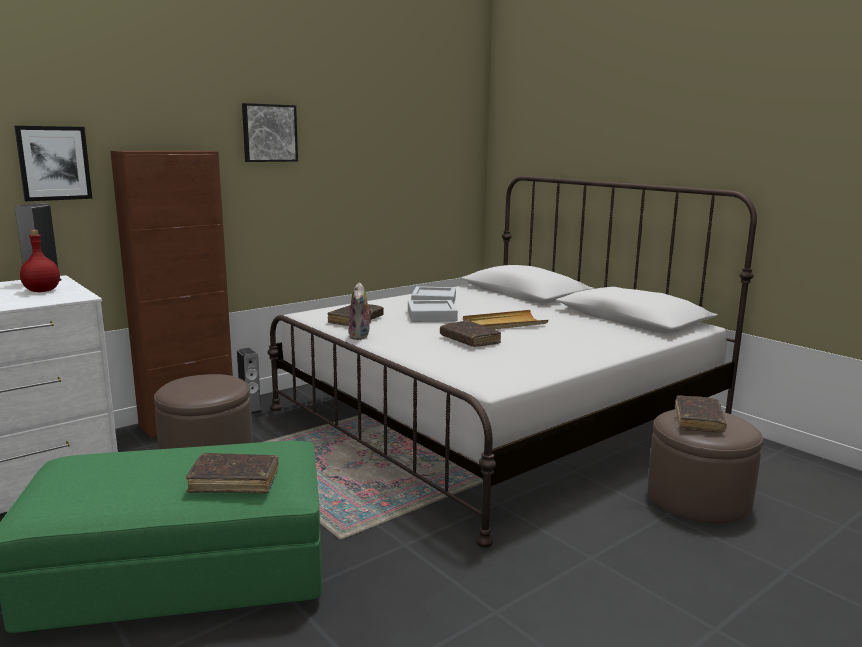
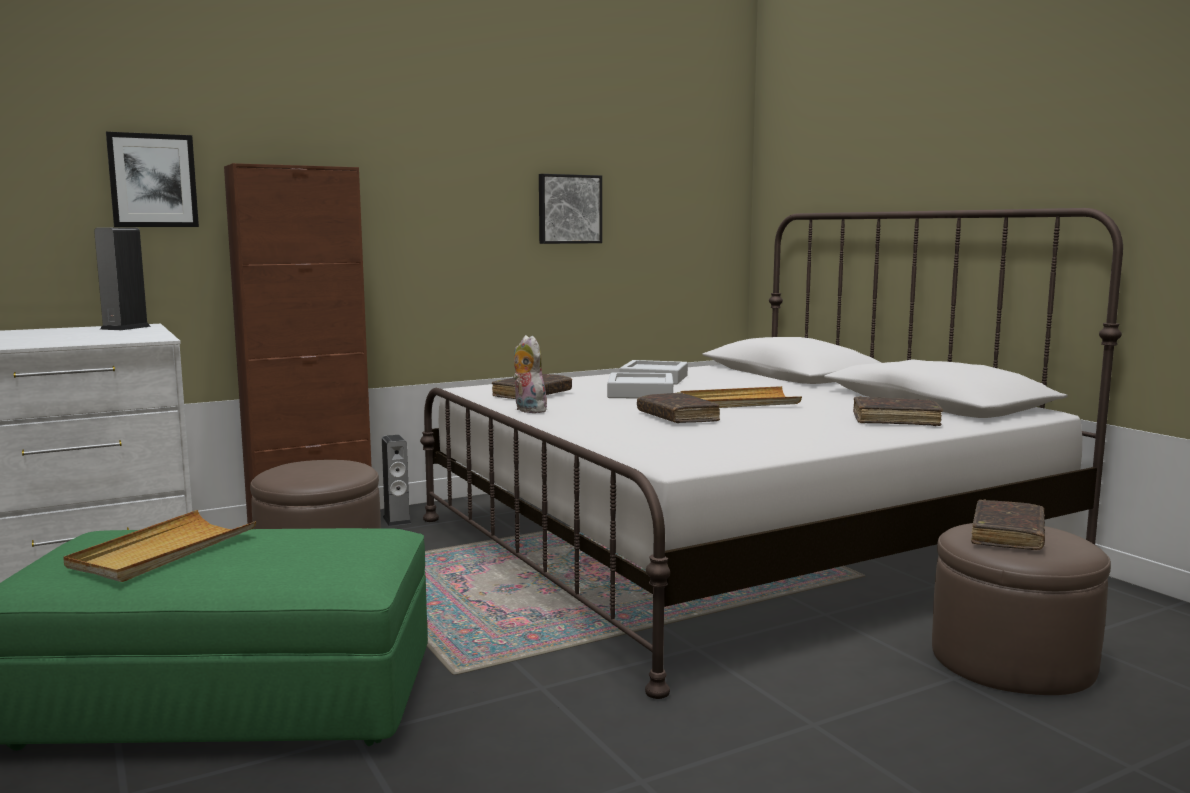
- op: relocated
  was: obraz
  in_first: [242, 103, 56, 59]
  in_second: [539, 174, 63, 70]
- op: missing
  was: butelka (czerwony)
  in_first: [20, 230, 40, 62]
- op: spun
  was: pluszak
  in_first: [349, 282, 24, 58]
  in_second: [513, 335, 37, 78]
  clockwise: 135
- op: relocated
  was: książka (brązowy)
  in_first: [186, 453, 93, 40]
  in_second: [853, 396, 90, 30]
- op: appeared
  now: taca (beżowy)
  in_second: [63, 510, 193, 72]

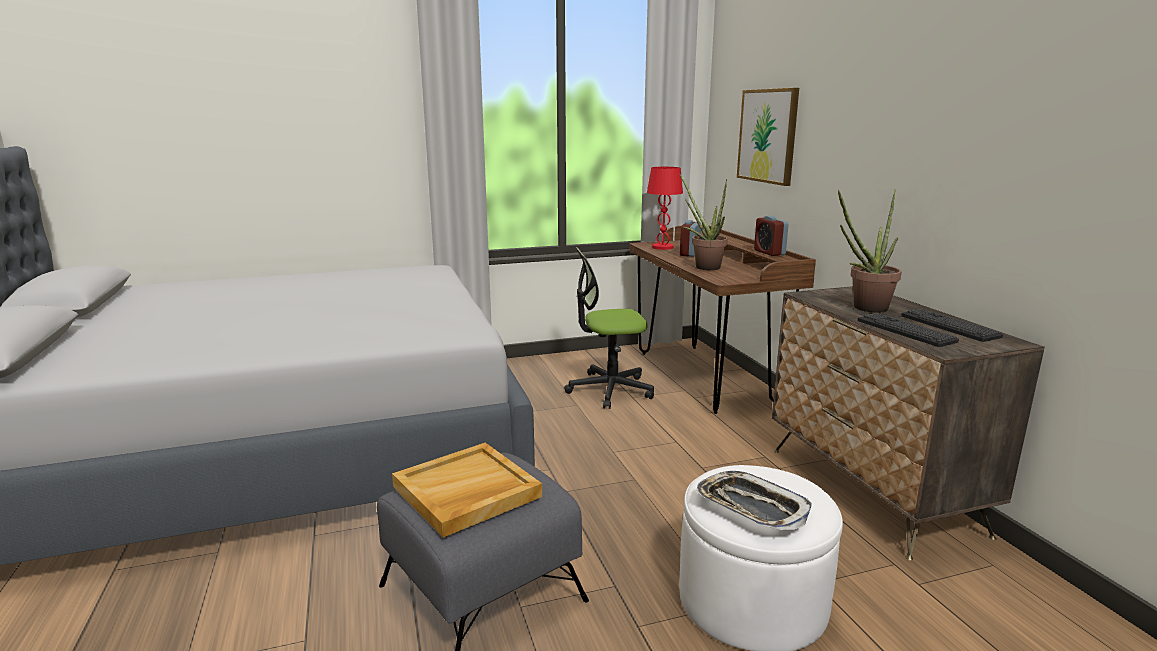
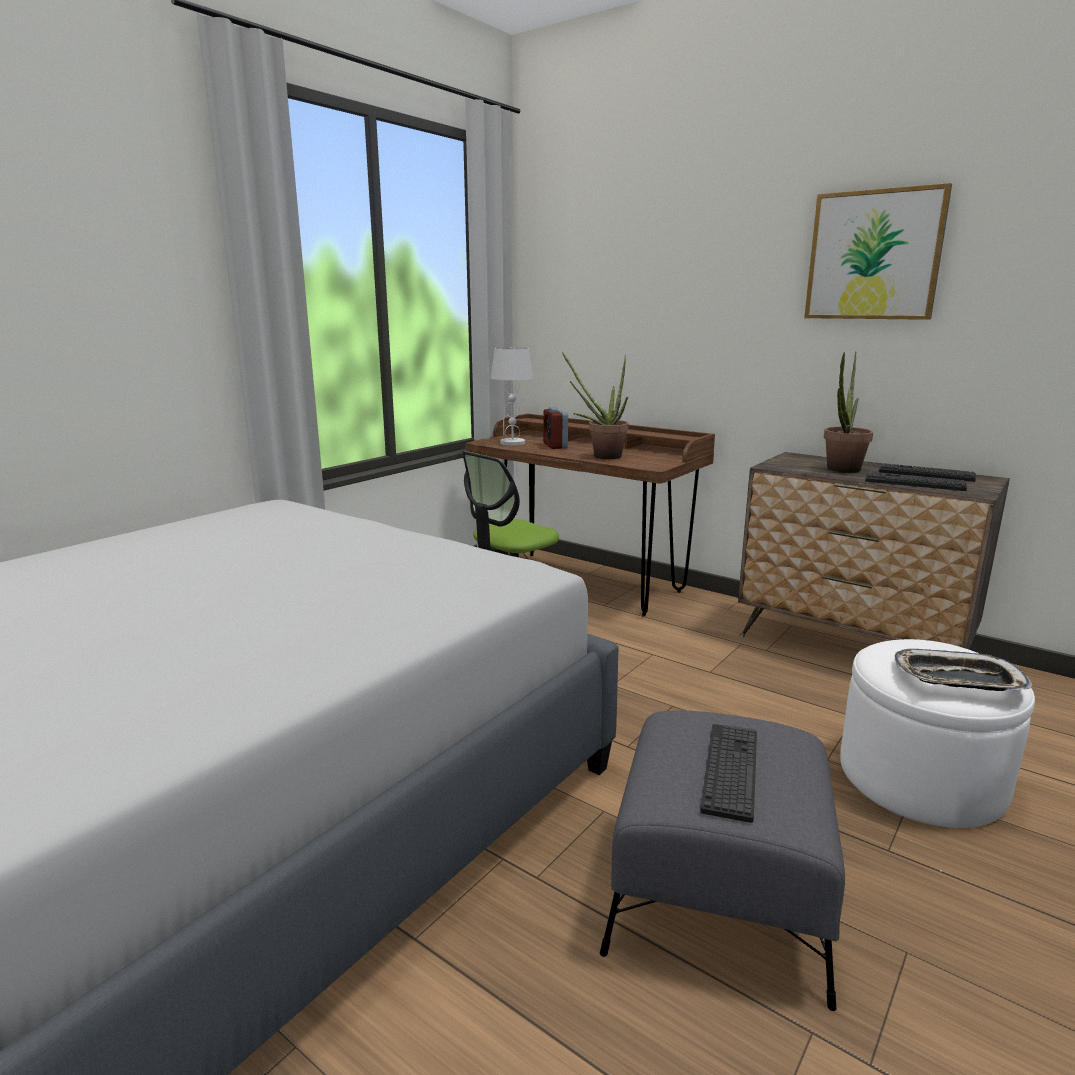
- op: relocated
  was: obraz
  in_first: [737, 88, 62, 98]
  in_second: [804, 183, 148, 137]
- op: colour
  was: lampa stołowa (czerwony)
  now: lampa stołowa (biały)
  in_first: [647, 167, 36, 83]
  in_second: [491, 347, 42, 99]
- op: missing
  was: budzik
  in_first: [754, 216, 35, 40]
- op: exchanged
  was: taca (beżowy)
  now: klawiatura
  in_first: [392, 443, 150, 95]
  in_second: [700, 724, 57, 99]

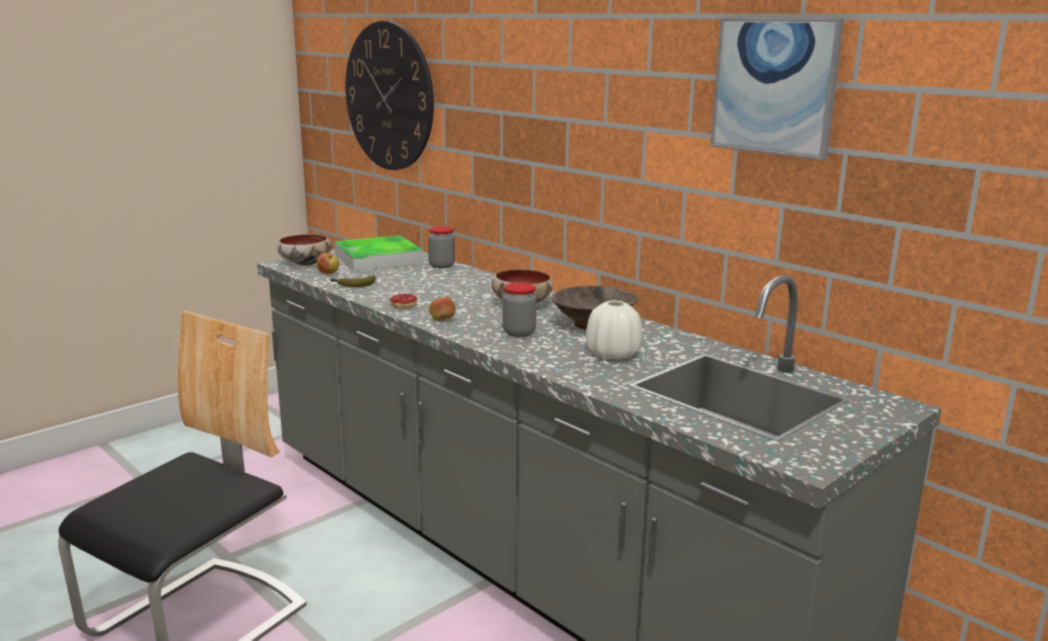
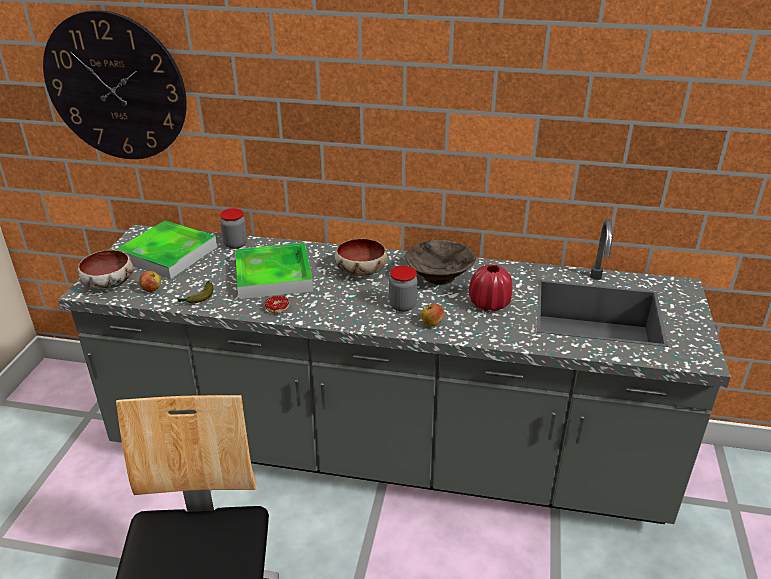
- op: missing
  was: obraz
  in_first: [711, 18, 133, 142]
- op: relocated
  was: jabłko
  in_first: [429, 296, 26, 25]
  in_second: [421, 303, 23, 24]
- op: colour
  was: wazon (biały)
  now: wazon (czerwony)
  in_first: [586, 300, 56, 60]
  in_second: [469, 264, 44, 47]
- op: appeared
  now: taca
  in_second: [235, 243, 78, 56]

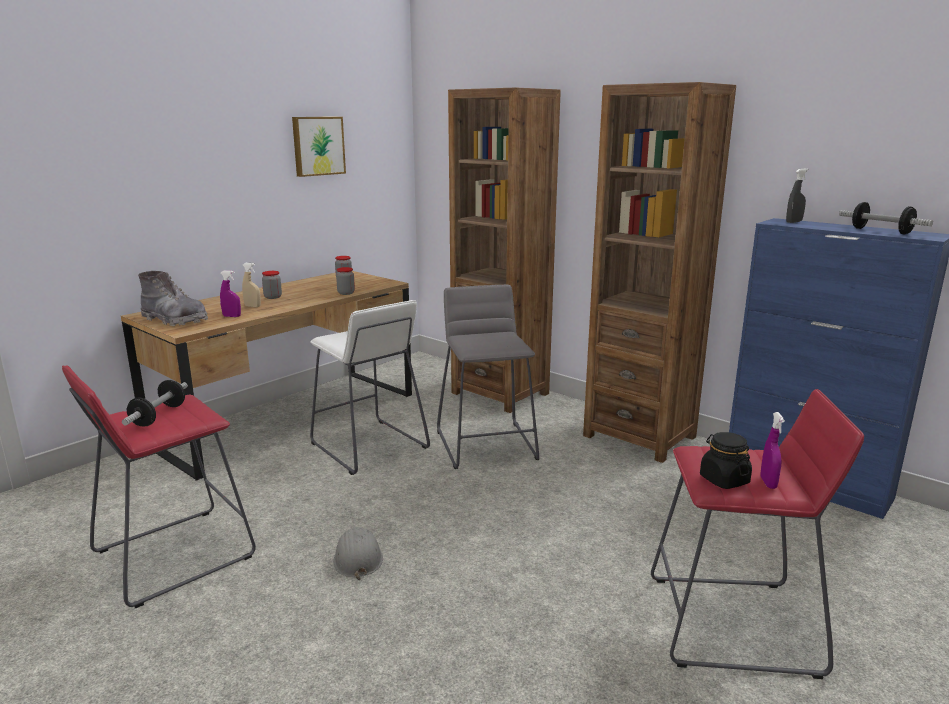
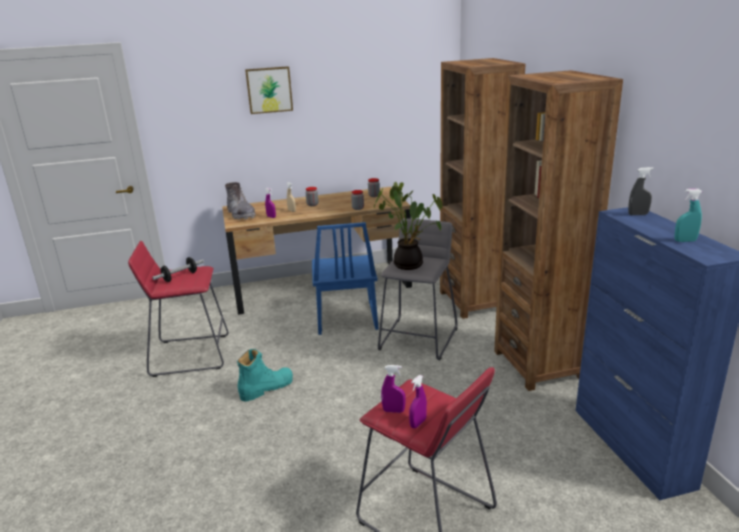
- op: relocated
  was: obraz
  in_first: [292, 117, 54, 60]
  in_second: [245, 66, 48, 48]
- op: exchanged
  was: hantel
  now: spryskiwacz (turkusowy)
  in_first: [839, 202, 94, 33]
  in_second: [675, 189, 27, 53]
- op: exchanged
  was: stołek (biały)
  now: krzesło (niebieski)
  in_first: [310, 300, 120, 175]
  in_second: [312, 222, 67, 113]
- op: exchanged
  was: słoik (czarny)
  now: spryskiwacz (fioletowy)
  in_first: [700, 432, 52, 57]
  in_second: [381, 365, 24, 48]
- op: exchanged
  was: kask (szary)
  now: but z cholewką (turkusowy)
  in_first: [334, 527, 49, 53]
  in_second: [237, 349, 56, 53]
- op: appeared
  now: roślina doniczkowa
  in_second: [374, 182, 68, 88]

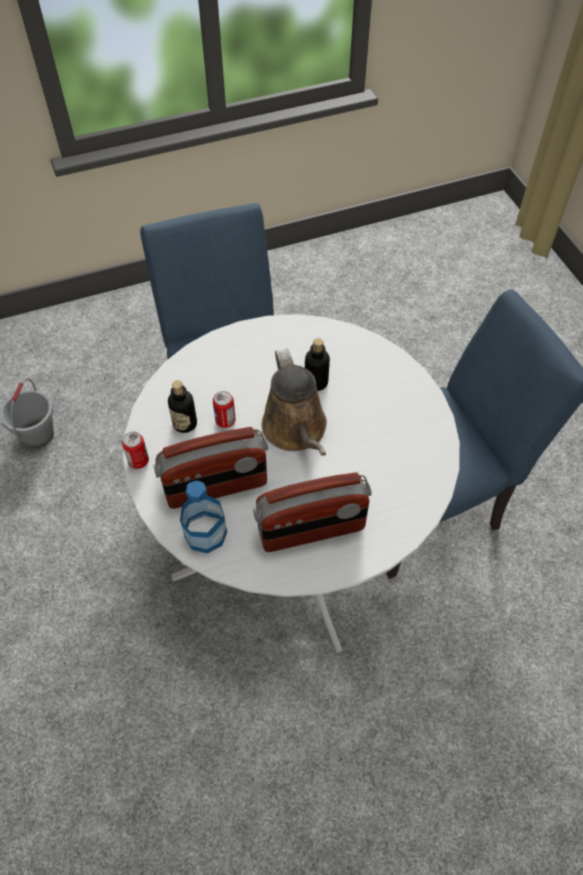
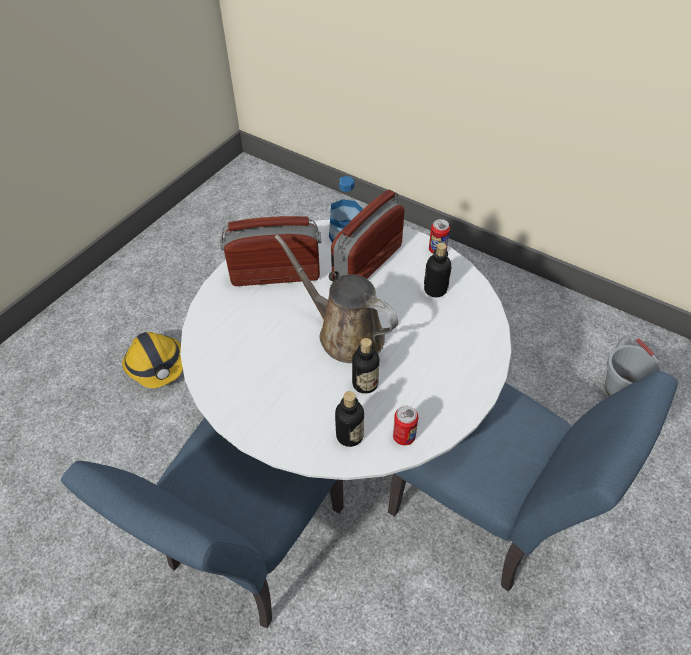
- op: relocated
  was: puszka
  in_first: [213, 391, 23, 37]
  in_second: [393, 406, 25, 40]
- op: spun
  was: radio
  in_first: [253, 472, 118, 80]
  in_second: [220, 216, 101, 70]
  clockwise: 45
- op: appeared
  now: kask
  in_second: [122, 332, 61, 56]
- op: appeared
  now: butelka
  in_second: [335, 391, 29, 56]

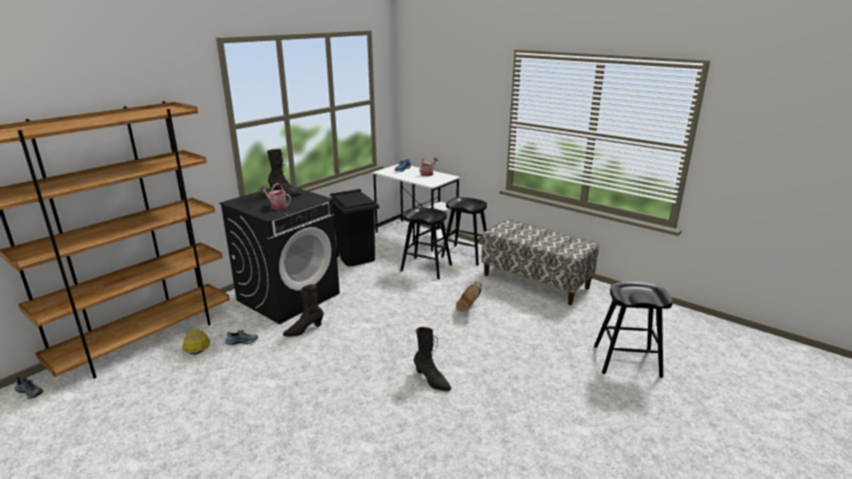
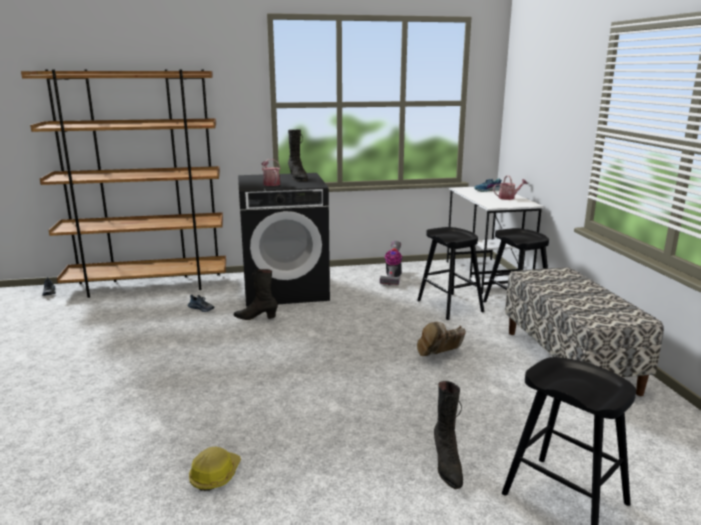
- op: exchanged
  was: kosz na śmieci (czarny)
  now: odkurzacz
  in_first: [330, 189, 49, 77]
  in_second: [380, 241, 22, 44]
- op: relocated
  was: but z cholewką (czarny)
  in_first: [414, 327, 37, 64]
  in_second: [434, 381, 29, 108]
- op: relocated
  was: kask
  in_first: [182, 330, 28, 24]
  in_second: [189, 447, 52, 44]

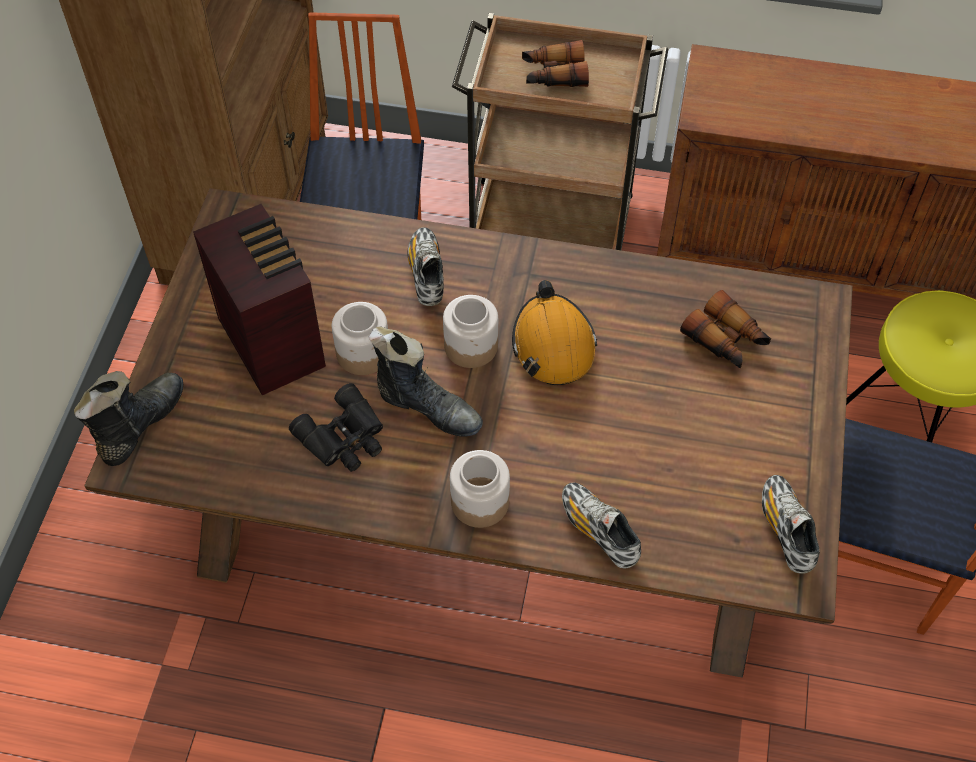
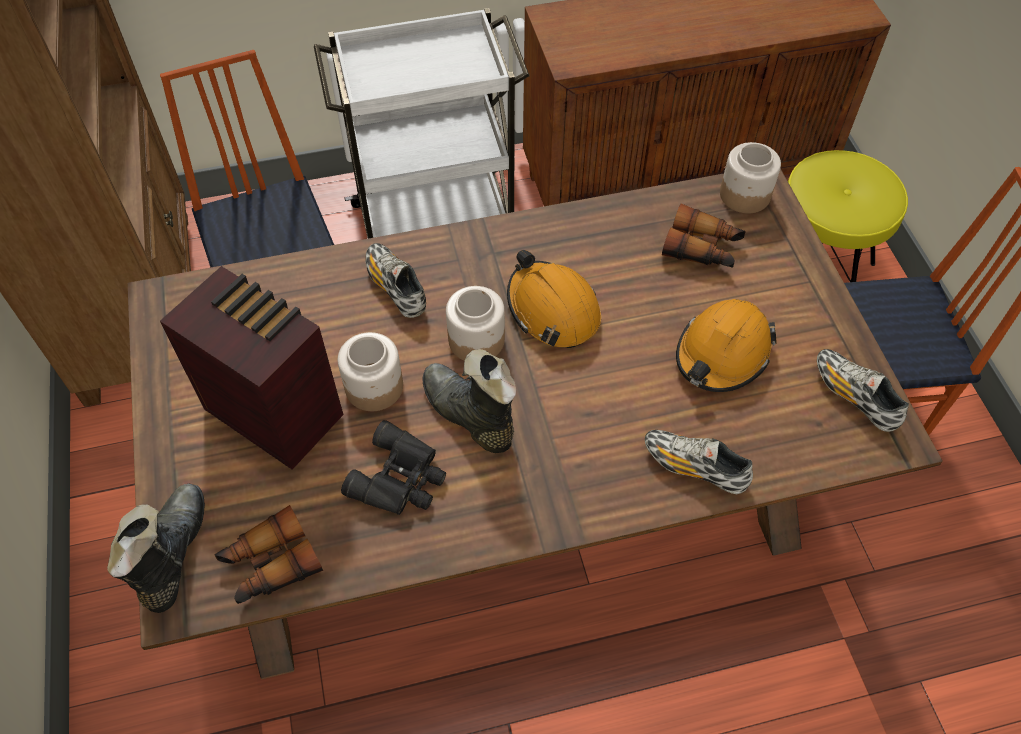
- op: colour
  was: wózek (brązowy)
  now: wózek (biały)
  in_first: [452, 13, 216, 237]
  in_second: [314, 8, 216, 231]
- op: relocated
  was: lornetka
  in_first: [522, 40, 67, 47]
  in_second: [215, 505, 108, 99]
- op: spun
  was: but z cholewką (czarny)
  in_first: [369, 326, 114, 110]
  in_second: [423, 349, 93, 104]
  clockwise: -135
- op: relocated
  was: słoik
  in_first: [450, 450, 60, 78]
  in_second: [720, 142, 61, 71]
- op: appeared
  now: kask (pomarańczowy)
  in_second: [676, 299, 101, 93]

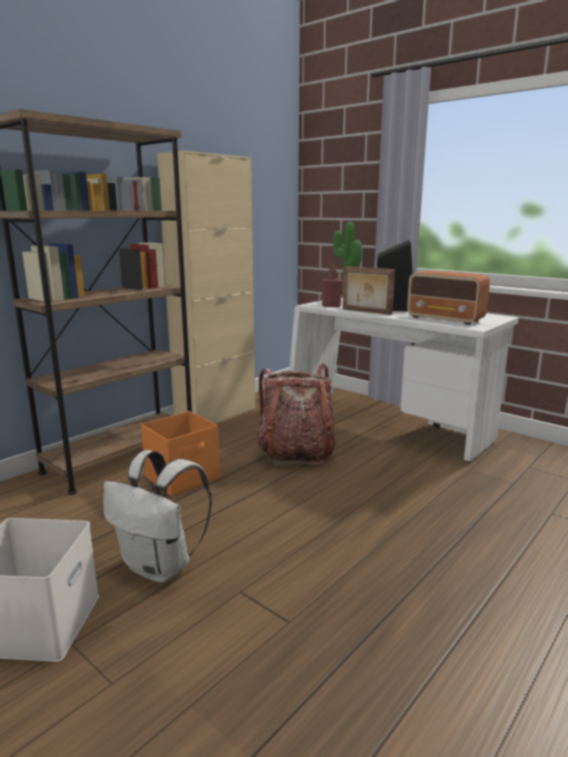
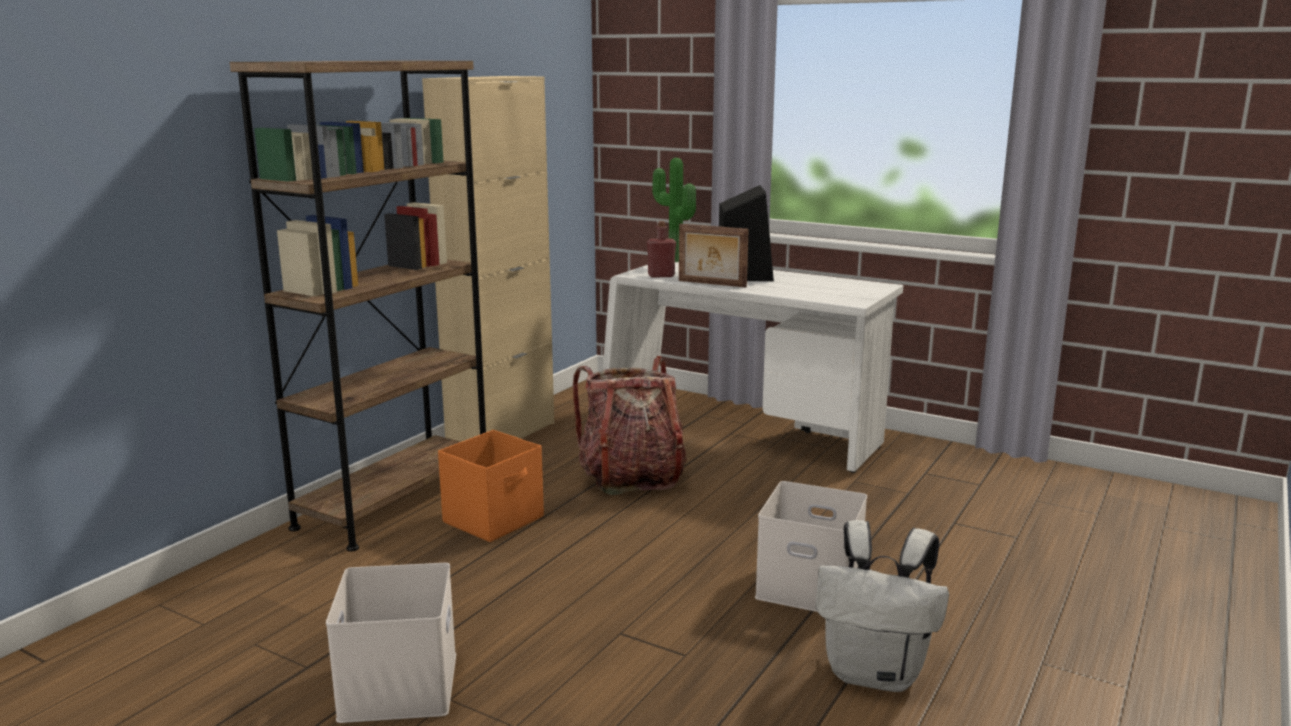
- op: missing
  was: radio
  in_first: [407, 271, 83, 54]
- op: relocated
  was: plecak (biały)
  in_first: [103, 450, 109, 133]
  in_second: [816, 520, 133, 172]
- op: appeared
  now: pojemnik do przechowywania (biały)
  in_second: [755, 481, 112, 131]

